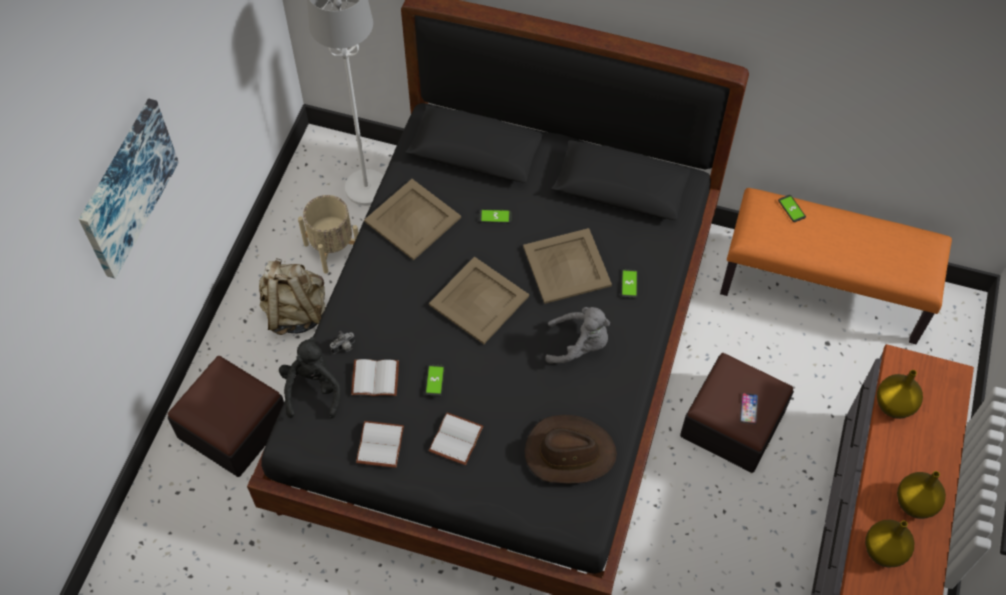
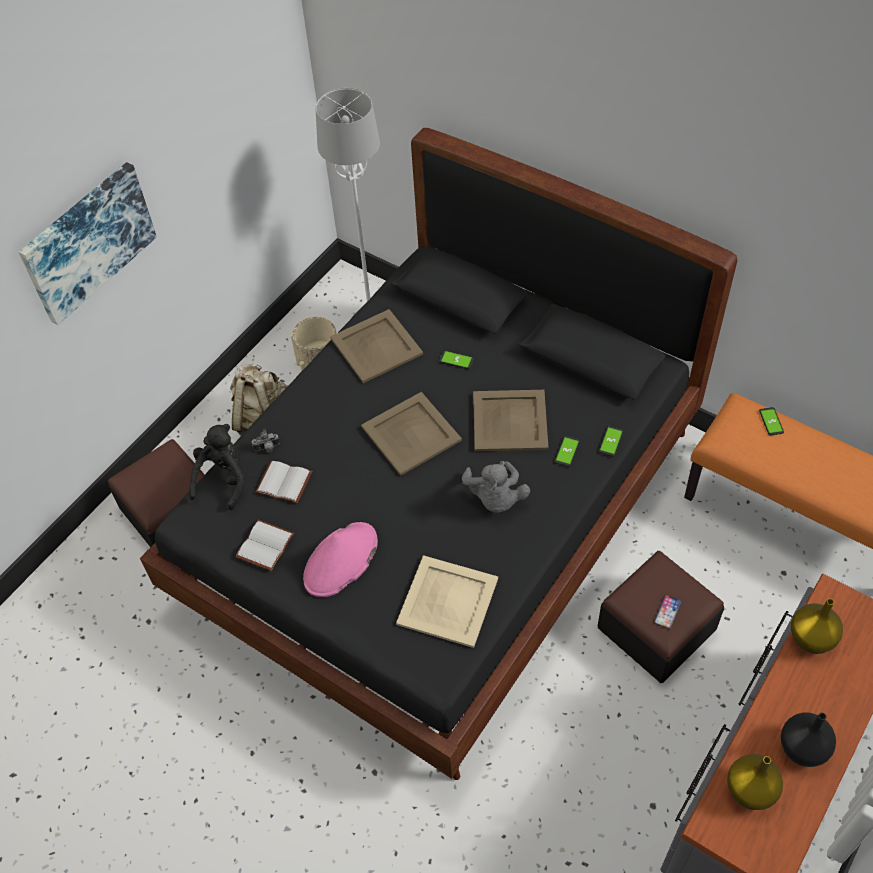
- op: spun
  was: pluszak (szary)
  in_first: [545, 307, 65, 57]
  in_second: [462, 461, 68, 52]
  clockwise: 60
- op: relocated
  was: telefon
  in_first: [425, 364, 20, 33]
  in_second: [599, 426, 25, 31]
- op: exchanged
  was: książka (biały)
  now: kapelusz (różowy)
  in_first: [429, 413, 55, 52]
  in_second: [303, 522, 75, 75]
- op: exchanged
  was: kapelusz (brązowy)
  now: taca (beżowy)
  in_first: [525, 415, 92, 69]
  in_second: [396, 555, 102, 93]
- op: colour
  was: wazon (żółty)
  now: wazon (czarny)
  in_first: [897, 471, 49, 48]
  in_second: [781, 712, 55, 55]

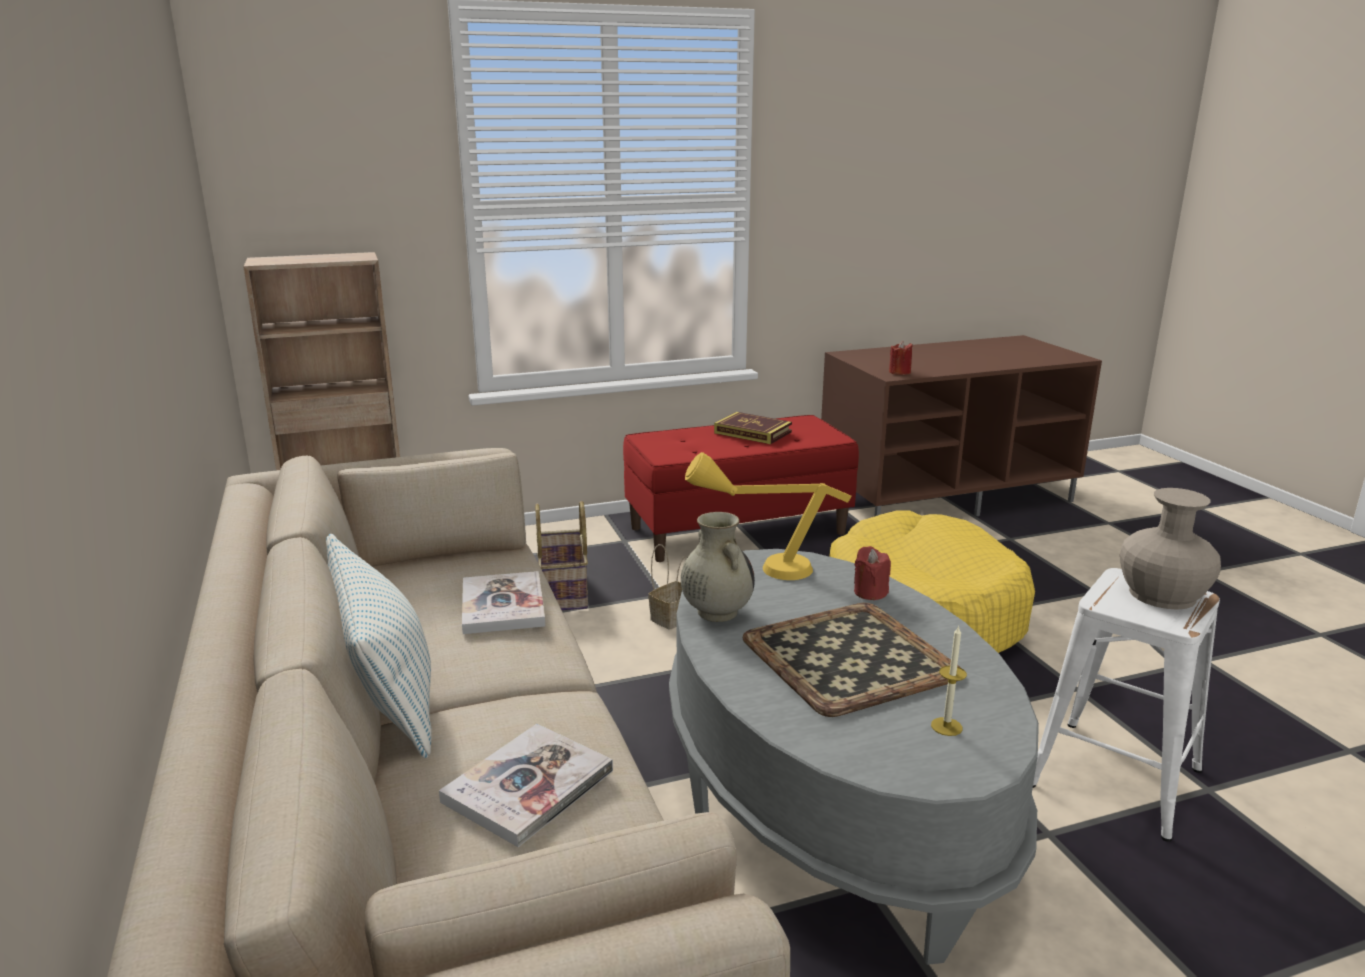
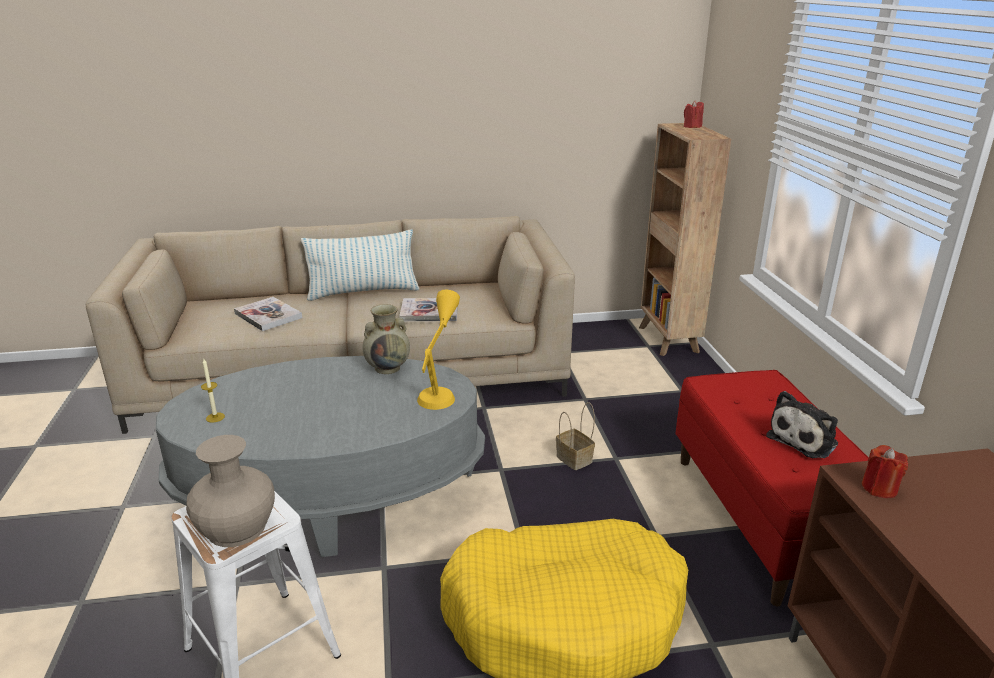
- op: exchanged
  was: książka
  now: pluszak
  in_first: [714, 412, 78, 32]
  in_second: [766, 391, 72, 67]
- op: missing
  was: koszyk
  in_first: [535, 501, 53, 110]
- op: relocated
  was: świeca (czerwony)
  in_first: [854, 546, 37, 54]
  in_second: [684, 100, 20, 28]
- op: missing
  was: taca
  in_first: [743, 603, 218, 114]

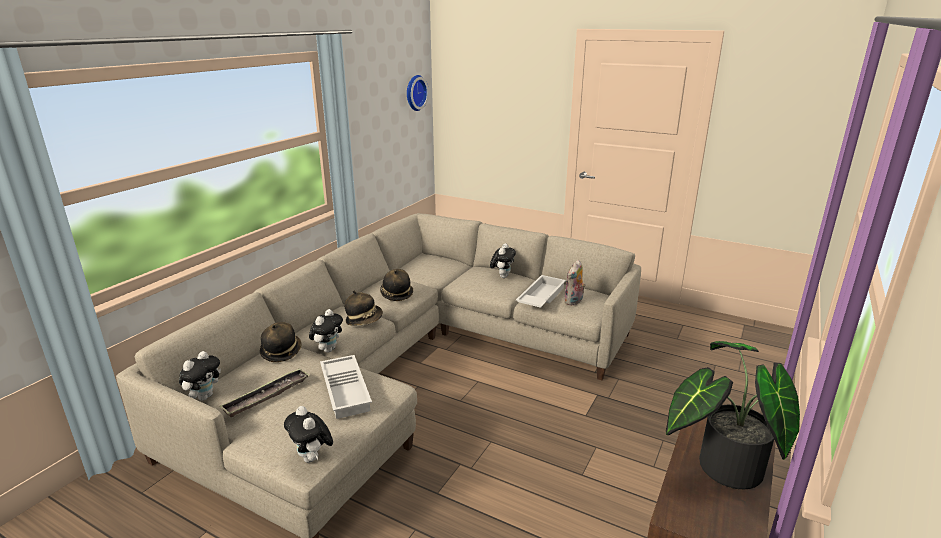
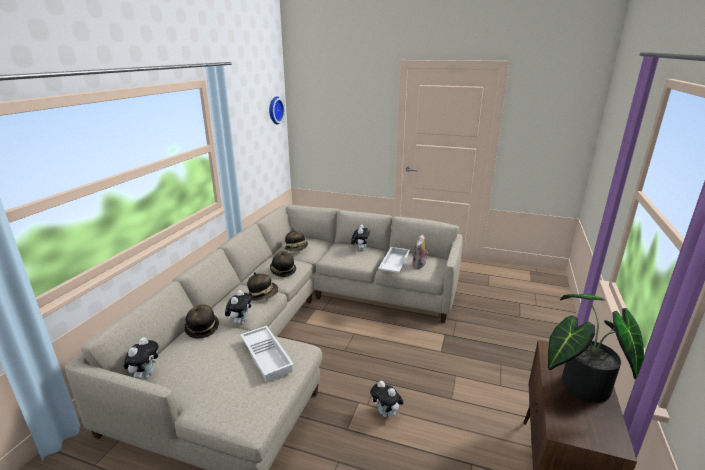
- op: missing
  was: taca
  in_first: [220, 368, 90, 49]
- op: relocated
  was: pluszak
  in_first: [284, 406, 49, 57]
  in_second: [370, 381, 34, 37]
- op: appeared
  now: kapelusz
  in_second: [285, 228, 23, 24]

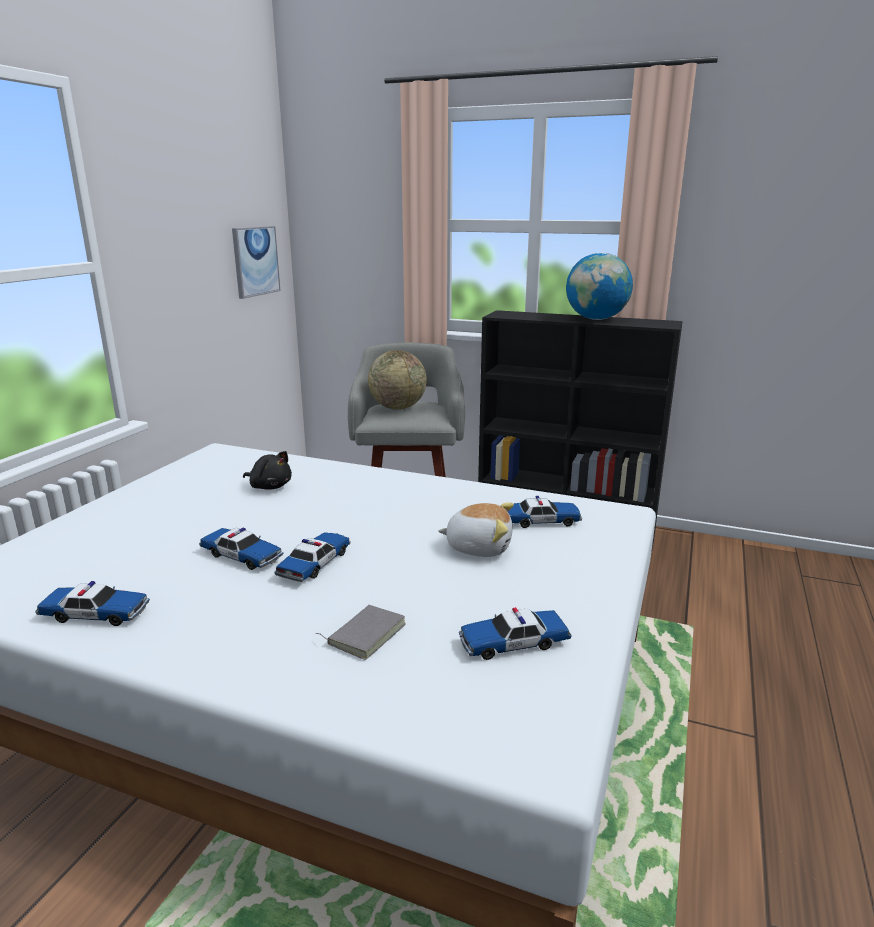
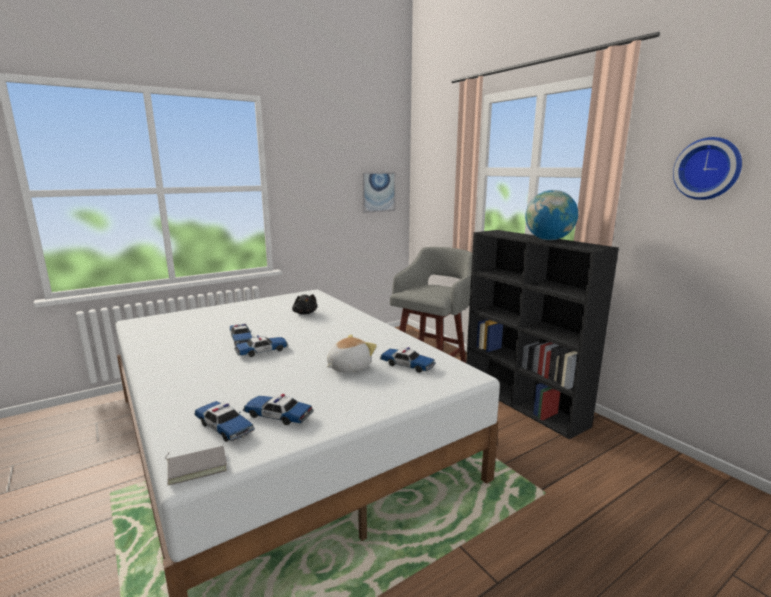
- op: missing
  was: globus
  in_first: [368, 350, 59, 60]
- op: spun
  was: pluszak
  in_first: [438, 502, 76, 55]
  in_second: [327, 334, 50, 39]
  clockwise: -90
- op: relocated
  was: samochodzik
  in_first: [35, 581, 115, 45]
  in_second: [194, 401, 61, 41]
- op: relocated
  was: książka (szary)
  in_first: [316, 605, 89, 55]
  in_second: [165, 446, 62, 39]
- op: appeared
  now: zegar ścienny
  in_second: [673, 137, 69, 63]

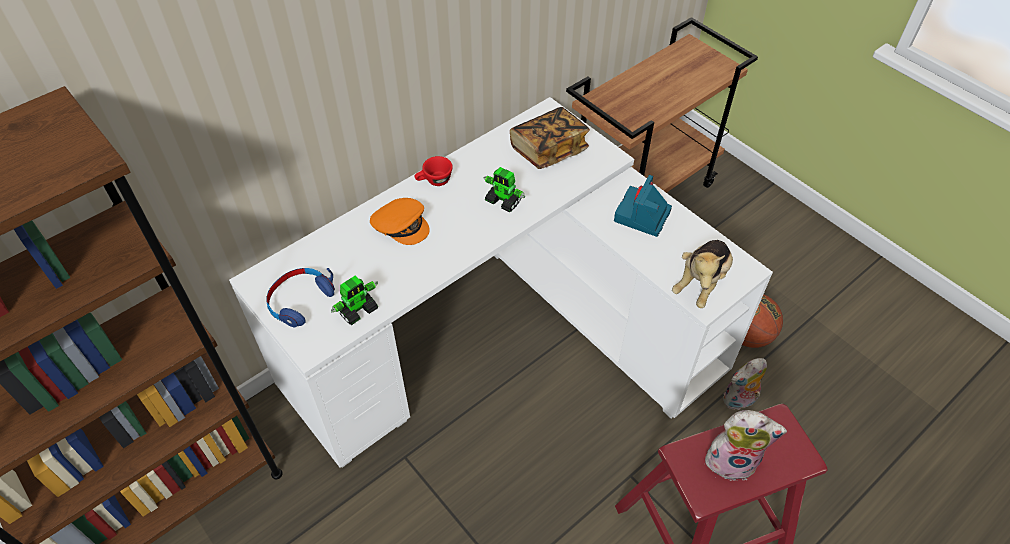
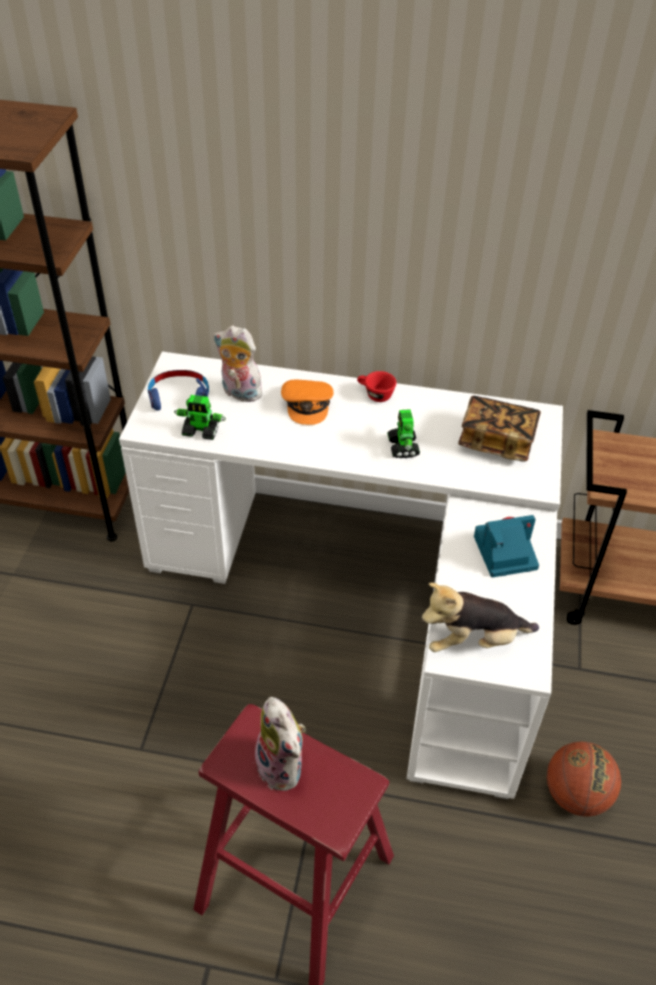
- op: relocated
  was: pluszak
  in_first: [723, 358, 44, 52]
  in_second: [213, 325, 49, 77]

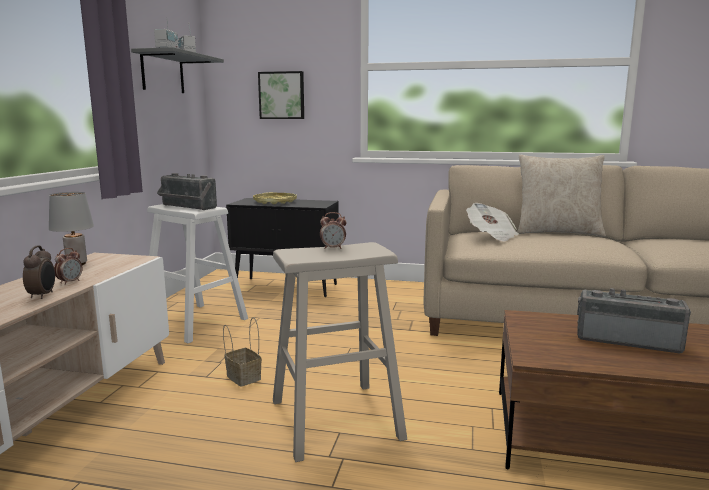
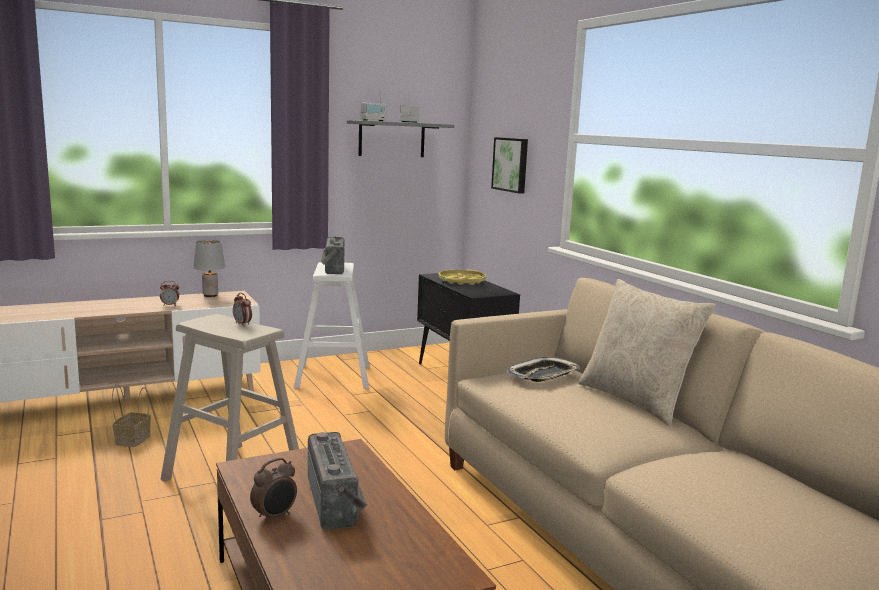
- op: exchanged
  was: gazeta
  now: taca
  in_first: [466, 203, 53, 39]
  in_second: [506, 357, 74, 25]
- op: relocated
  was: budzik
  in_first: [23, 246, 32, 53]
  in_second: [250, 458, 47, 65]
- op: relocated
  was: koszyk
  in_first: [223, 317, 39, 70]
  in_second: [112, 384, 39, 63]

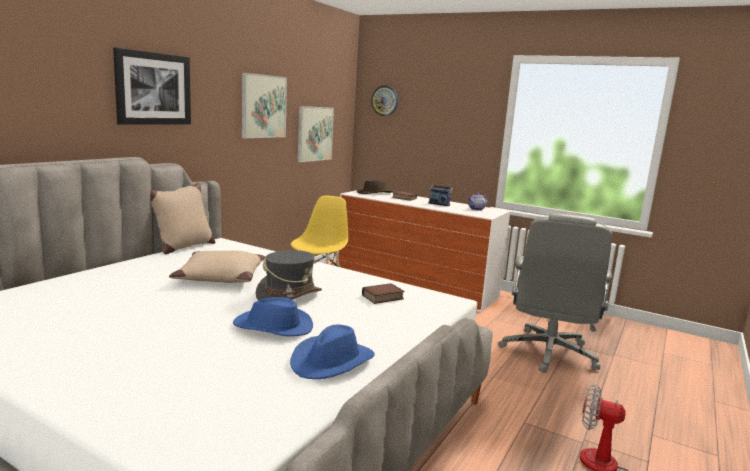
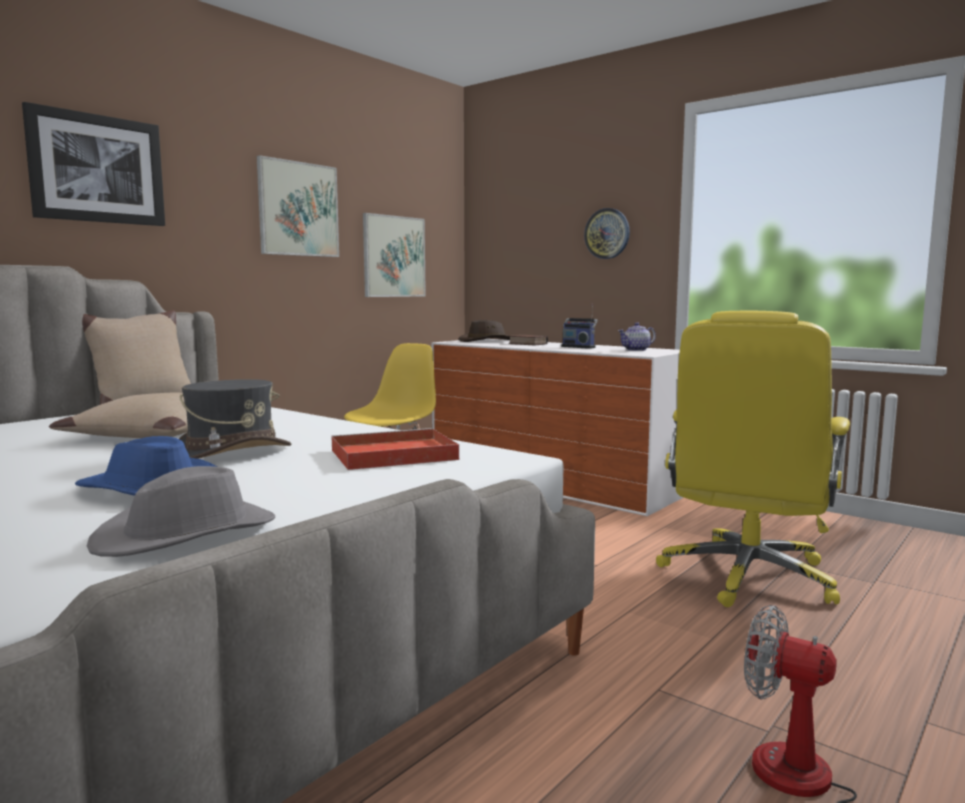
- op: relocated
  was: zegar ścienny
  in_first: [371, 85, 27, 31]
  in_second: [584, 208, 46, 51]
- op: colour
  was: krzesło biurowe (szary)
  now: krzesło biurowe (żółty)
  in_first: [498, 213, 114, 160]
  in_second: [656, 311, 194, 296]
- op: exchanged
  was: książka
  now: taca (czerwony)
  in_first: [362, 283, 42, 21]
  in_second: [331, 428, 128, 42]
- op: colour
  was: kapelusz (niebieski)
  now: kapelusz (szary)
  in_first: [290, 325, 85, 54]
  in_second: [87, 466, 188, 91]

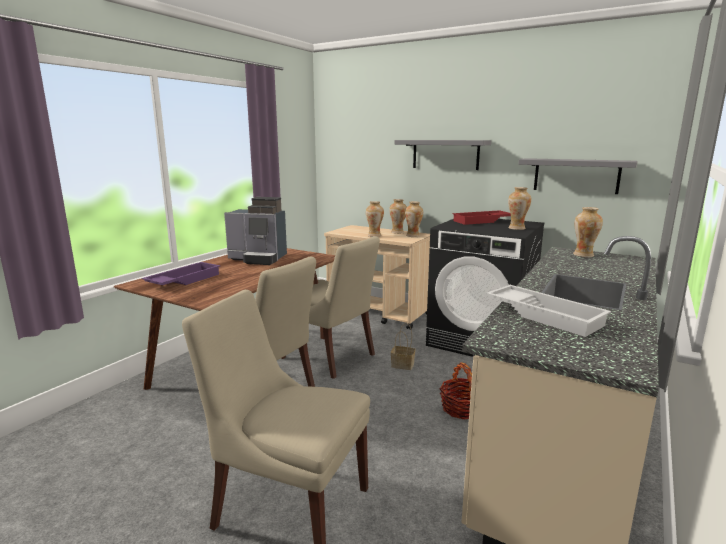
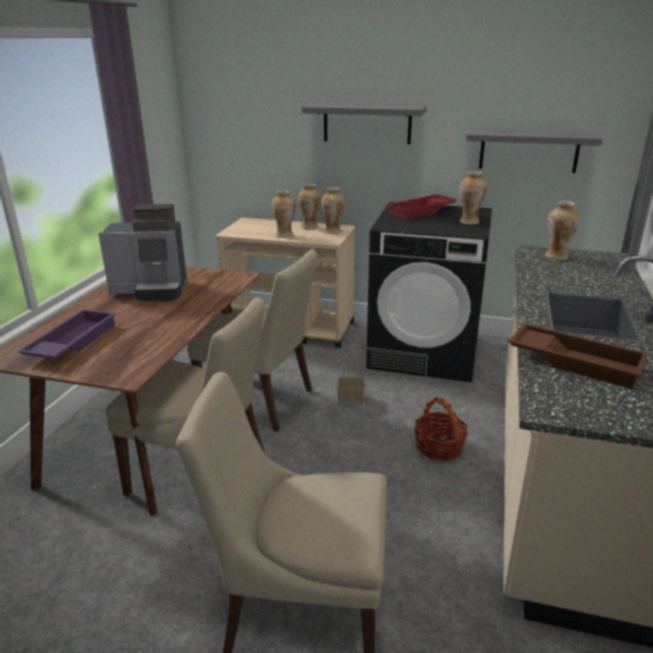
- op: colour
  was: taca (biały)
  now: taca (brązowy)
  in_first: [486, 285, 125, 52]
  in_second: [508, 323, 140, 66]

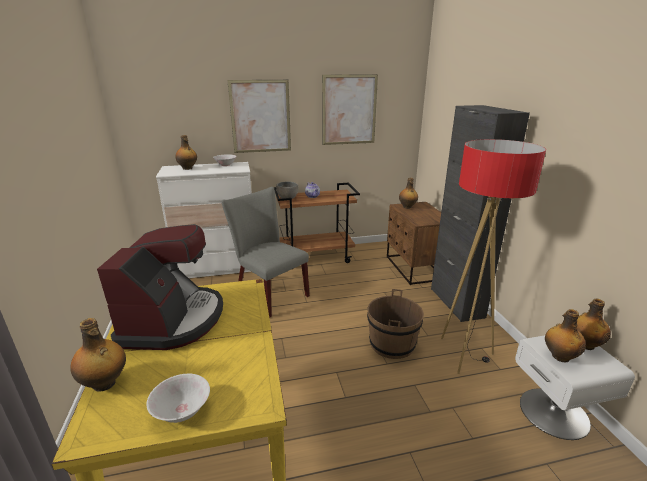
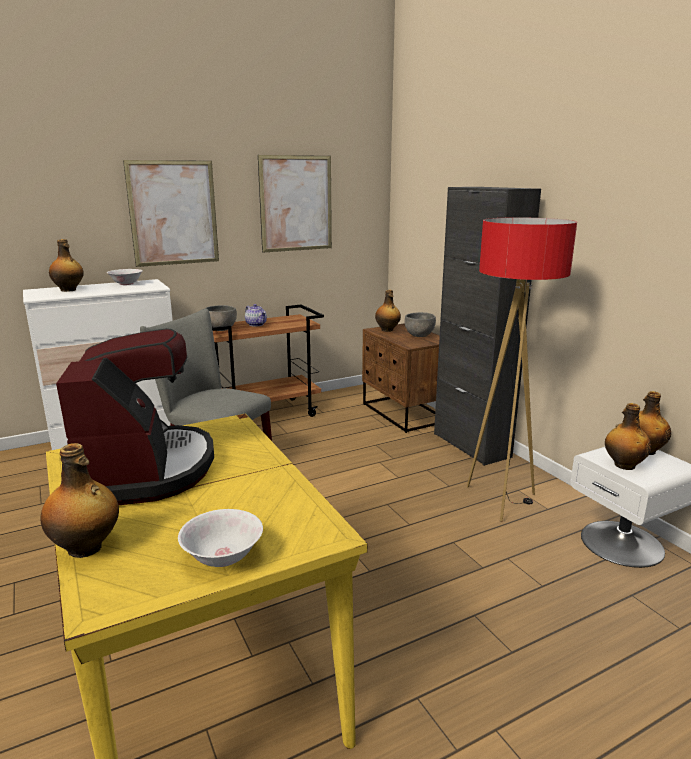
- op: missing
  was: wiadro (brązowy)
  in_first: [367, 289, 57, 70]
- op: appeared
  now: miska (szary)
  in_second: [405, 312, 31, 25]

